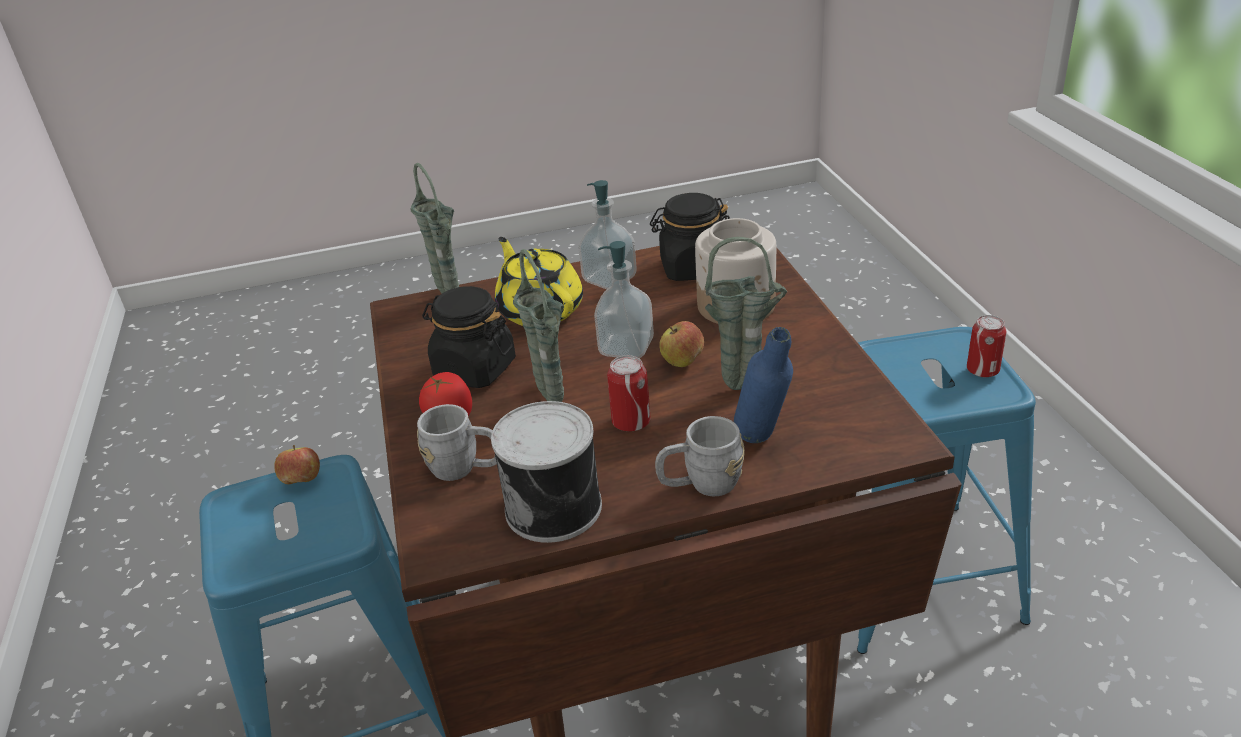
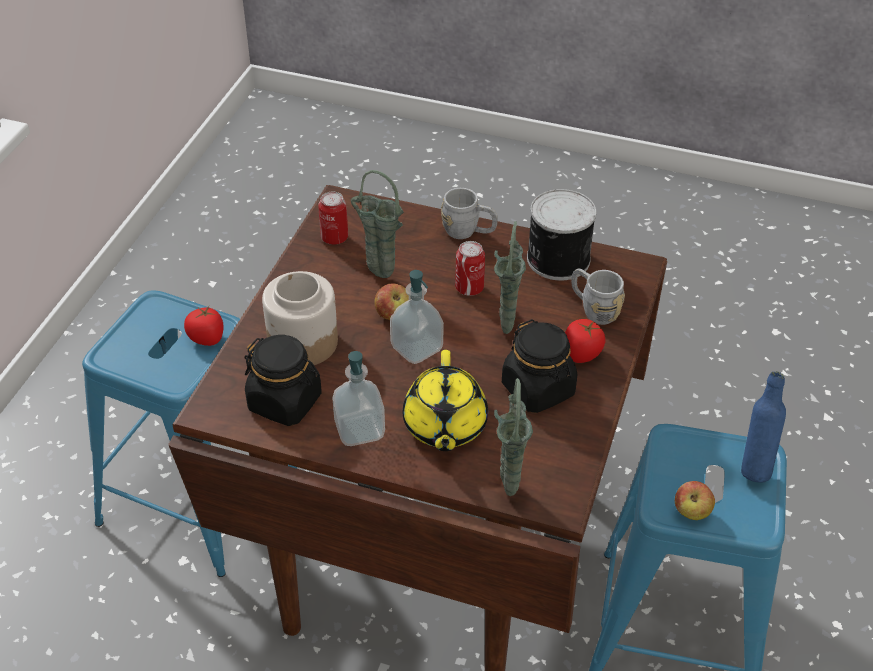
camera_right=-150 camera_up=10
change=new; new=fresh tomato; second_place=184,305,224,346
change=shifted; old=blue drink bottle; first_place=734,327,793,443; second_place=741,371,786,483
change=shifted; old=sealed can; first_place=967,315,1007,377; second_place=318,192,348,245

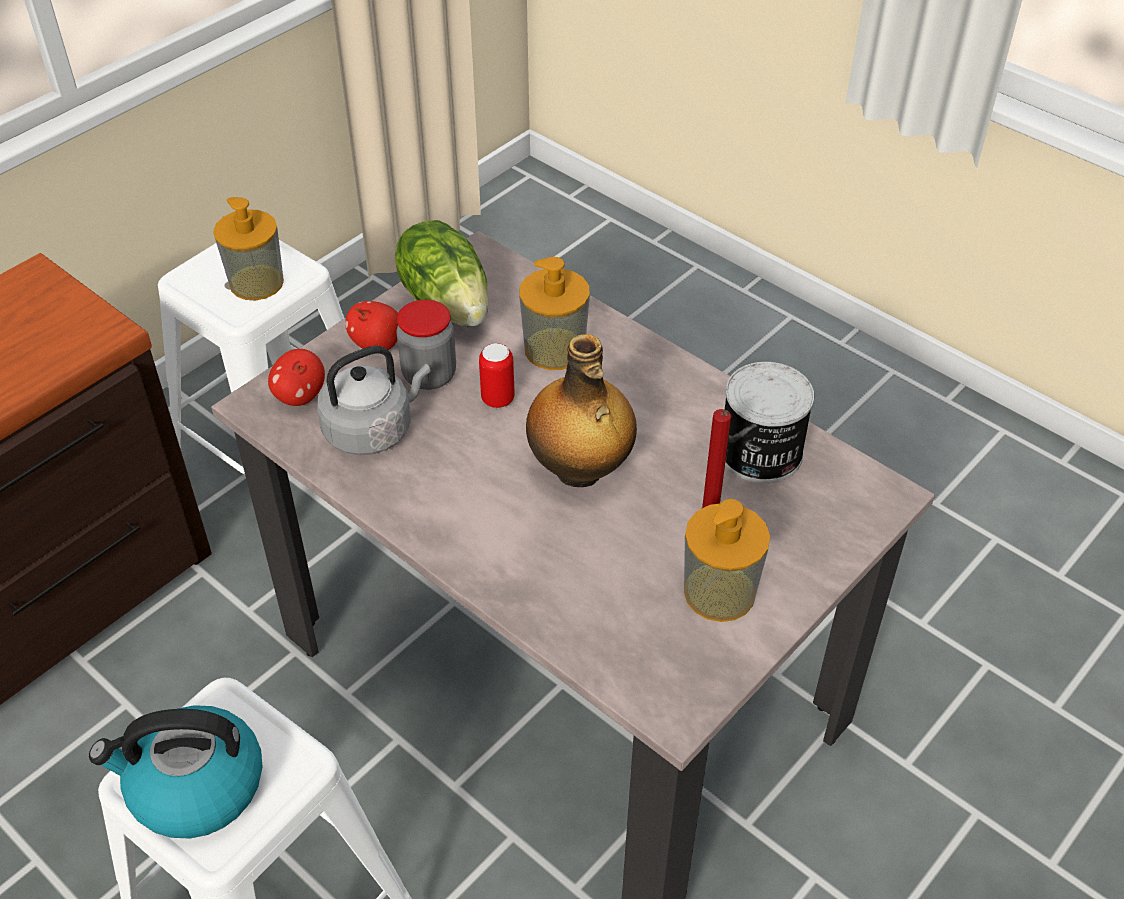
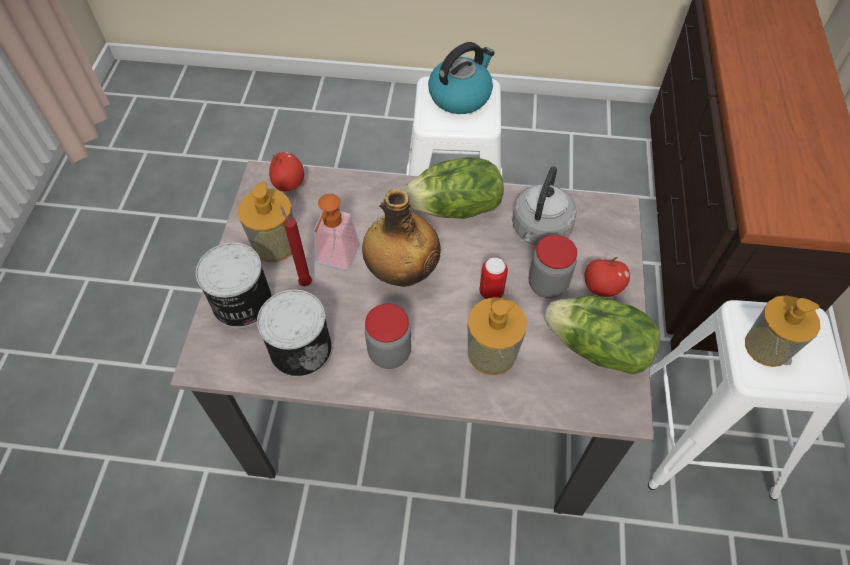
camera_right=145 camera_up=10
change=new; new=sealed can; second_place=196,242,272,329
change=new; new=liquid soap bottle; second_place=314,194,360,270
change=new; new=storage jar; second_place=365,304,411,369
change=new; new=head of lettuce; second_place=403,157,504,219
change=shifted; old=apple; first_place=268,349,325,406; second_place=269,152,304,191

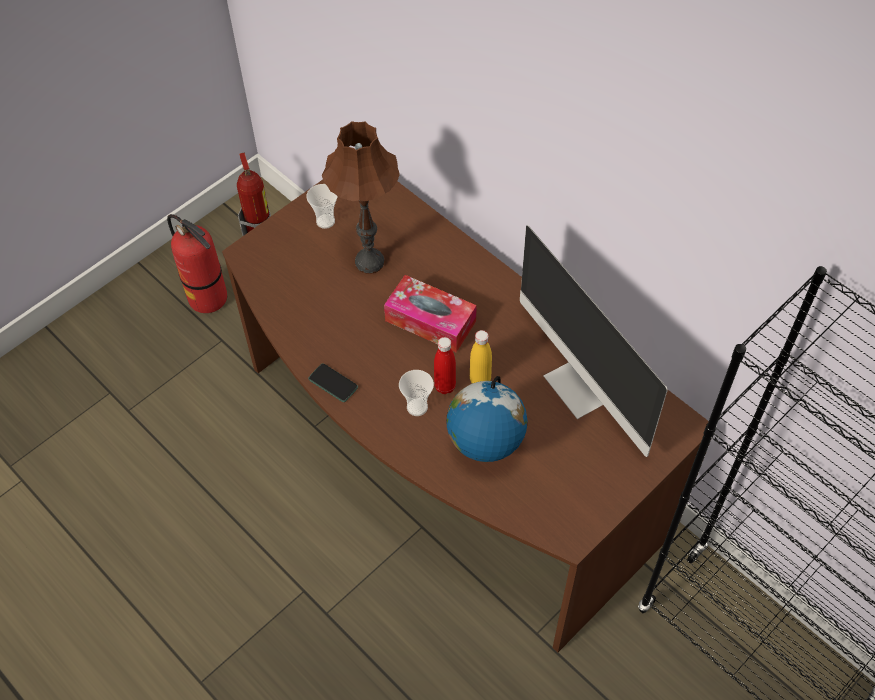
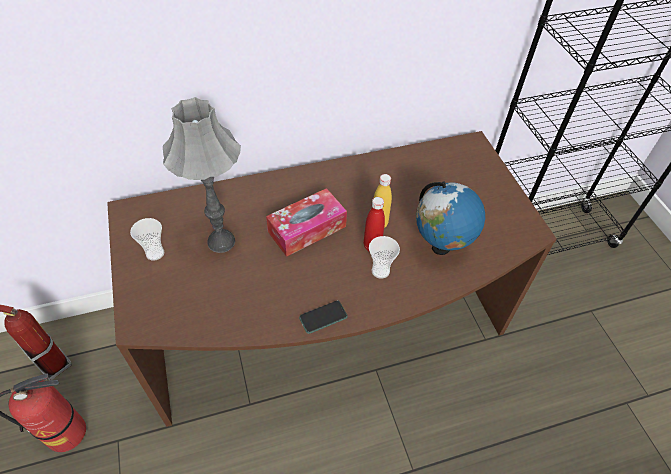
camera_right=-65 camera_up=-5
change=gone; old=computer display; first_place=520,225,668,457
change=repainted; old=brown-coloured table lamp; new=gray table lamp; first_place=322,121,400,274; second_place=163,97,241,253

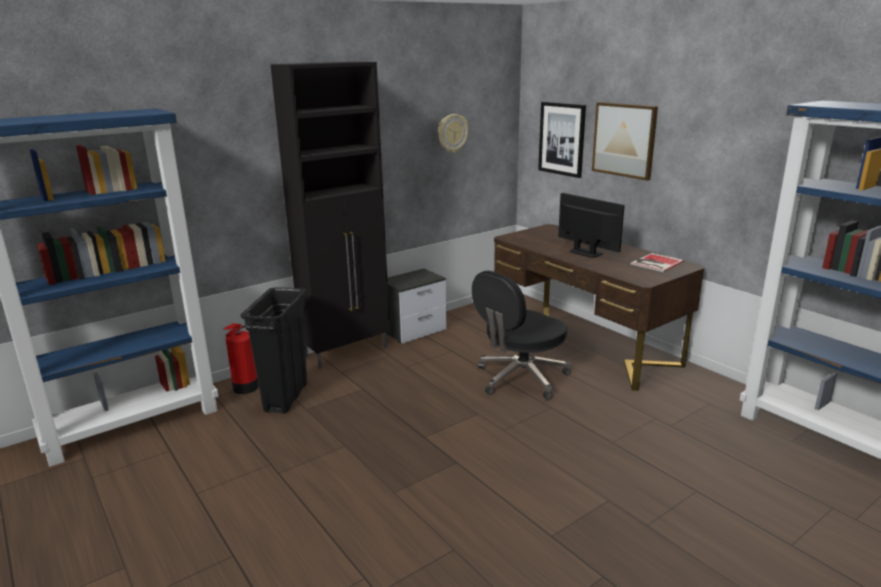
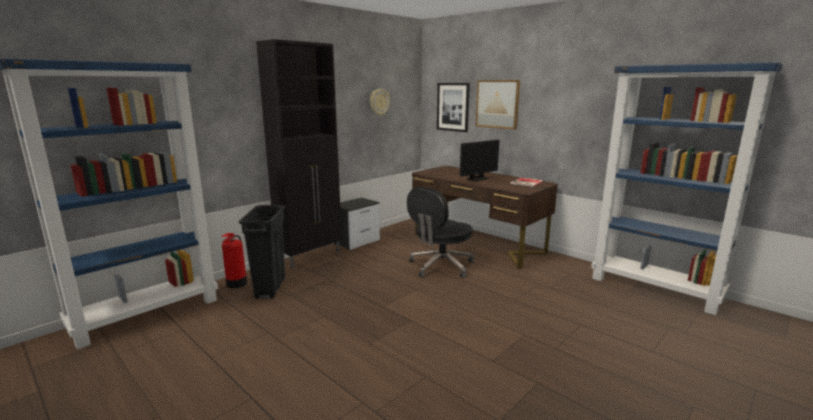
camera_right=-10 camera_up=-5
change=rotated; old=computer display; first_place=558,193,625,258; second_place=460,140,499,181; degrees=105

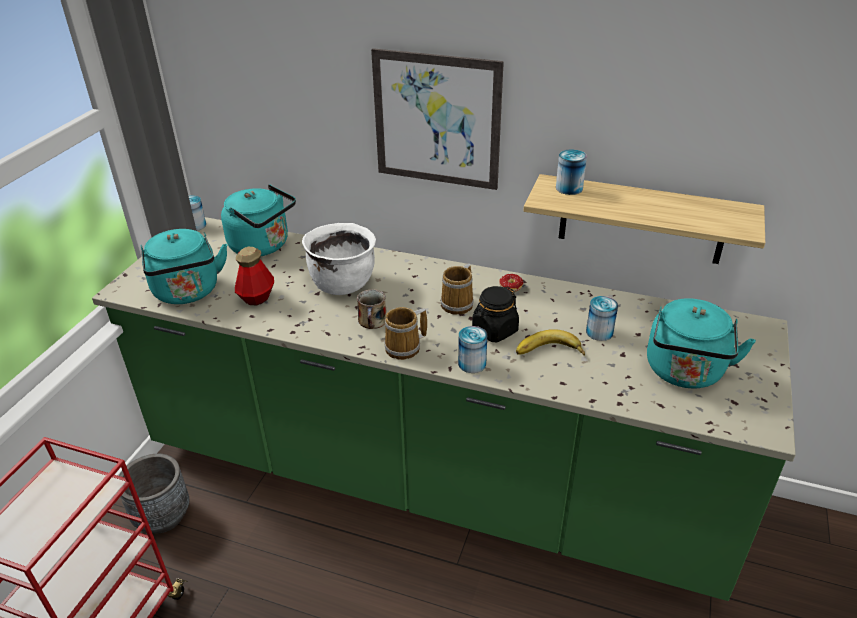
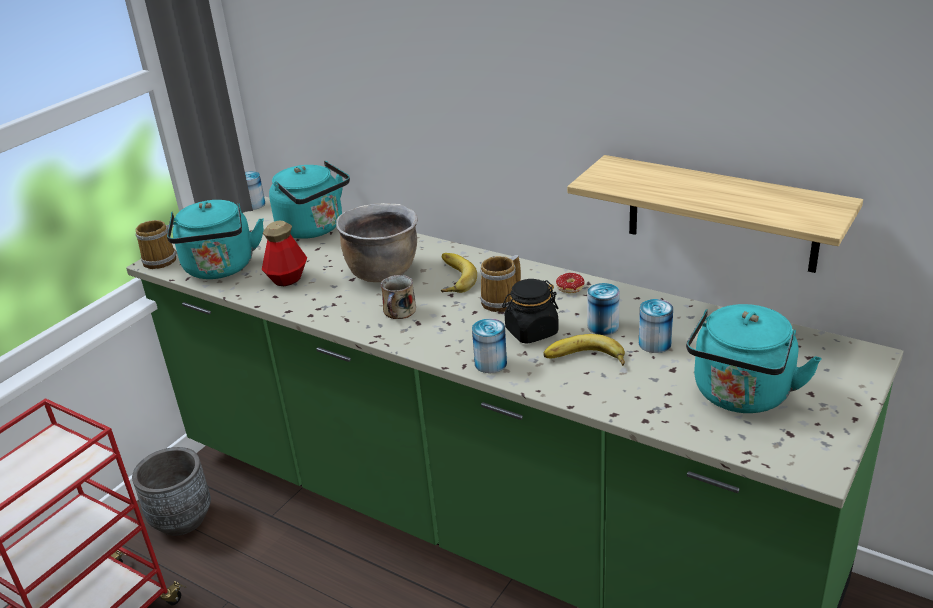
camera_right=15 camera_up=-5
change=gone; old=wall art; first_place=371,48,504,190
change=new; new=whole banana; second_place=441,253,477,293
change=shifted; old=mug; first_place=384,307,427,360; second_place=136,220,177,269
change=shifted; old=sealed can; first_place=556,150,587,195; second_place=588,283,620,335
change=repainted; old=whitish saucepot; new=brown-coloured saucepot; first_place=302,223,376,295; second_place=336,203,418,282

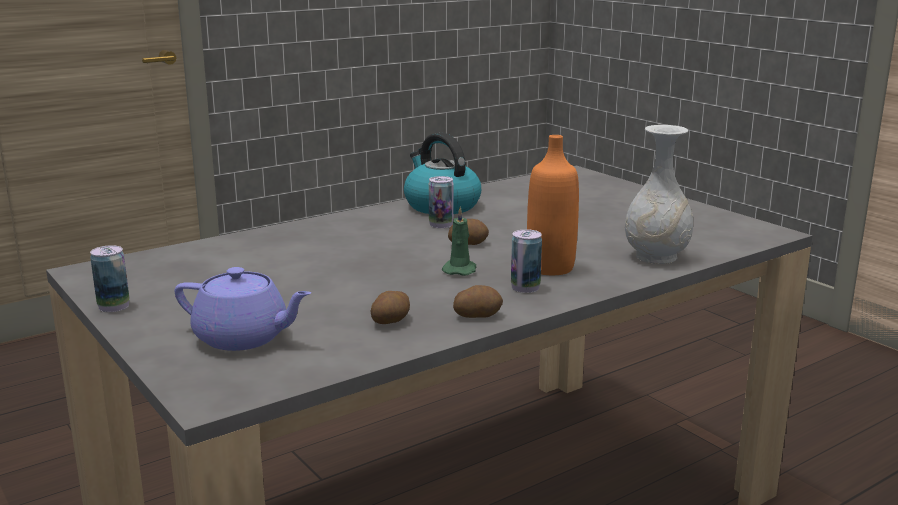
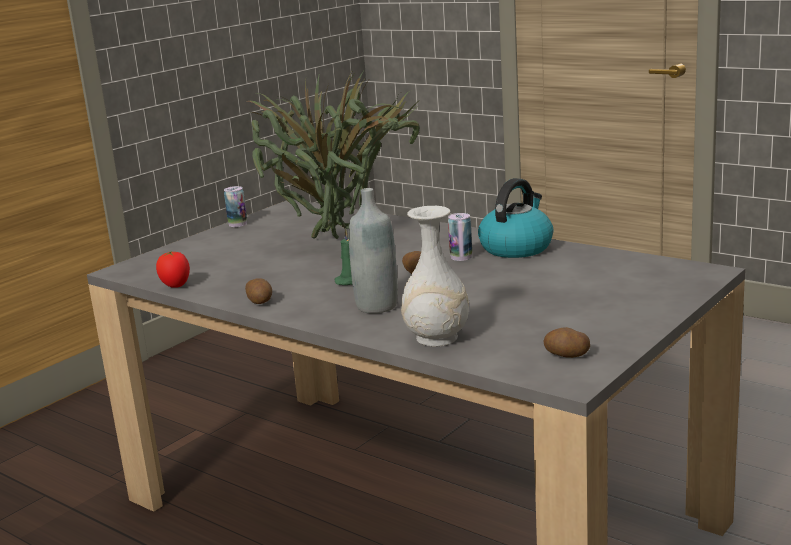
camera_right=75 camera_up=0
change=gone; old=purple pot for tea; first_place=174,267,311,351
change=gone; old=sealed can; first_place=511,229,542,293
change=new; new=fresh tomato; second_place=156,251,190,288
change=new; new=houseplant; second_place=246,68,420,239
change=shifted; old=whole potato; first_place=371,291,410,324; second_place=543,327,590,358
change=repainted; old=orangey drink bottle; new=gray drink bottle; first_place=527,135,579,275; second_place=349,188,398,314

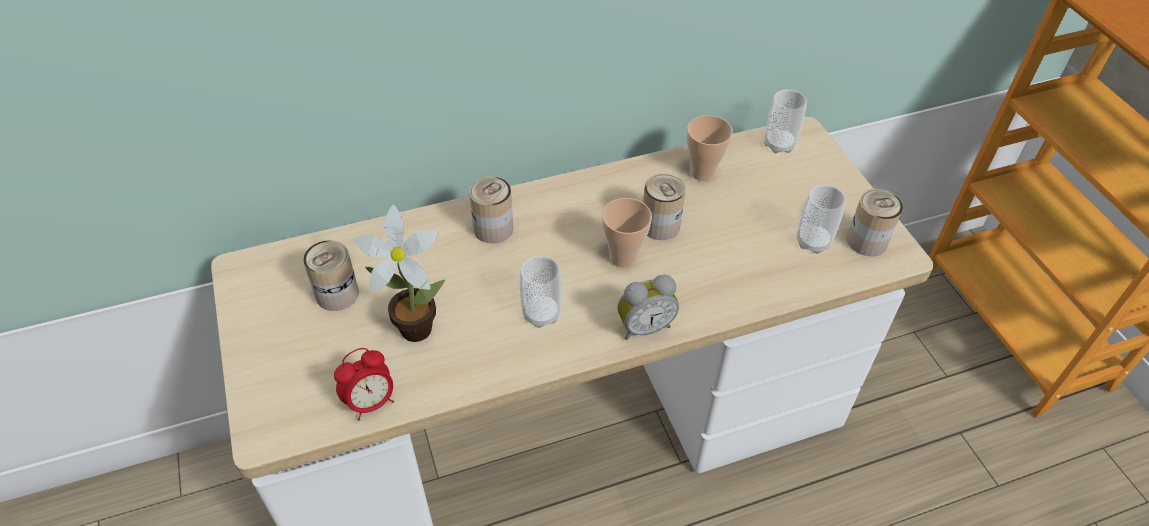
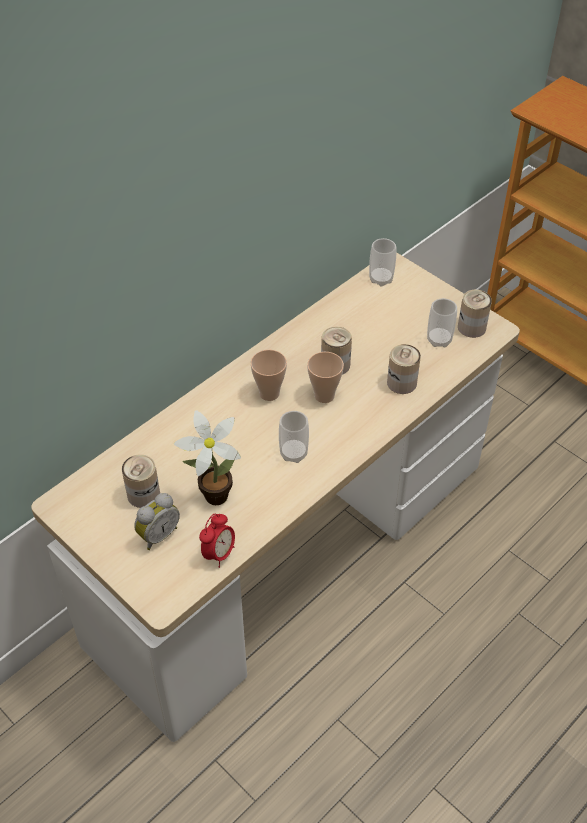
camera_right=-25 camera_up=0
change=shifted; old=sealed can; first_place=469,176,513,244; second_place=387,344,421,394
change=shifted; old=alarm clock; first_place=617,275,679,340; second_place=134,493,180,550
change=shifted; old=drinking cup; first_place=687,115,733,181; second_place=250,349,287,401

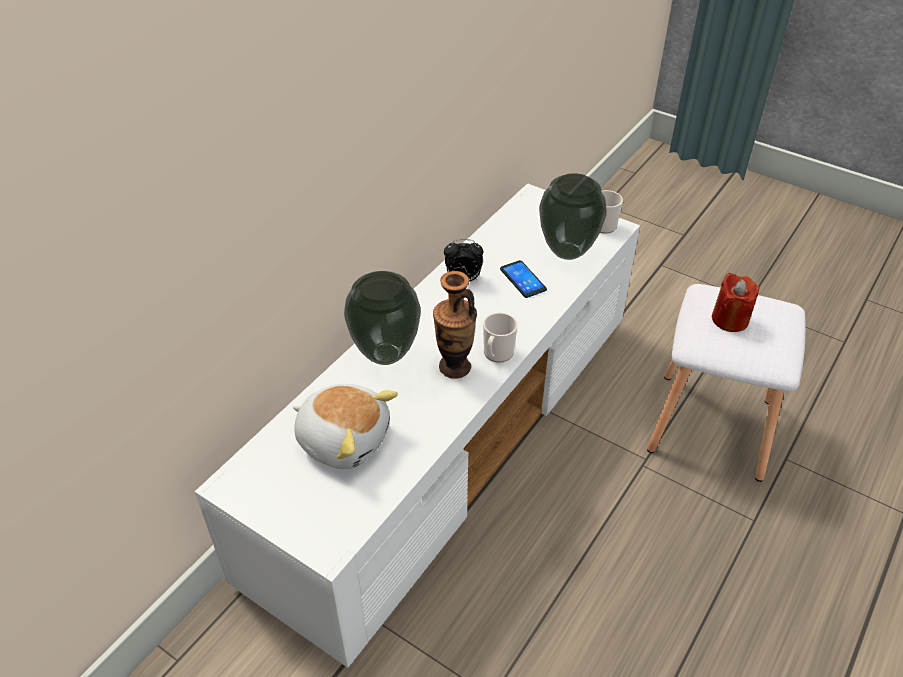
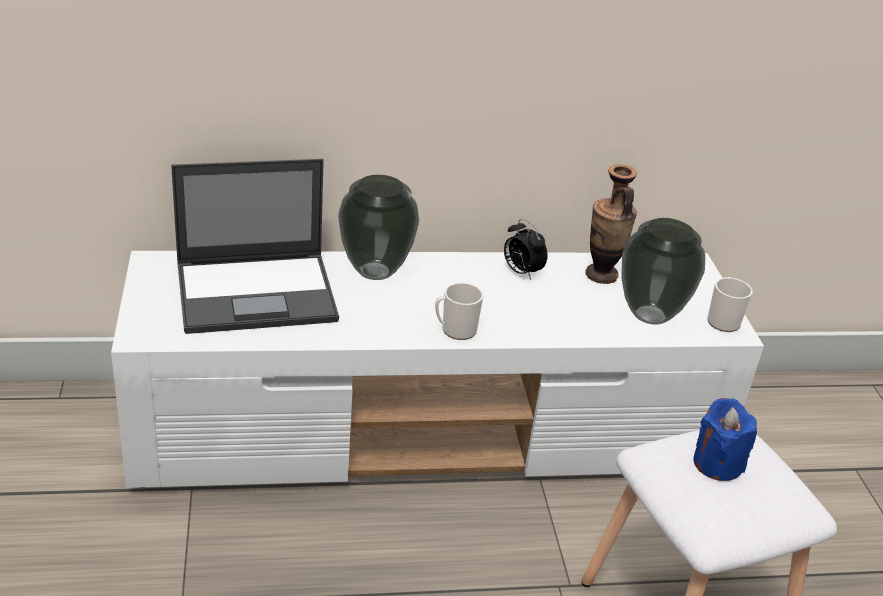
camera_right=45 camera_up=-10
change=gone; old=handset; first_place=500,260,547,298
change=shifted; old=vase; first_place=433,271,477,379; second_place=585,165,637,284
change=swapped; old=soft toy; new=notebook computer; first_place=293,384,398,469; second_place=171,159,339,334
change=repainted; old=red wax light; new=blue wax light; first_place=712,273,759,332; second_place=693,398,757,481

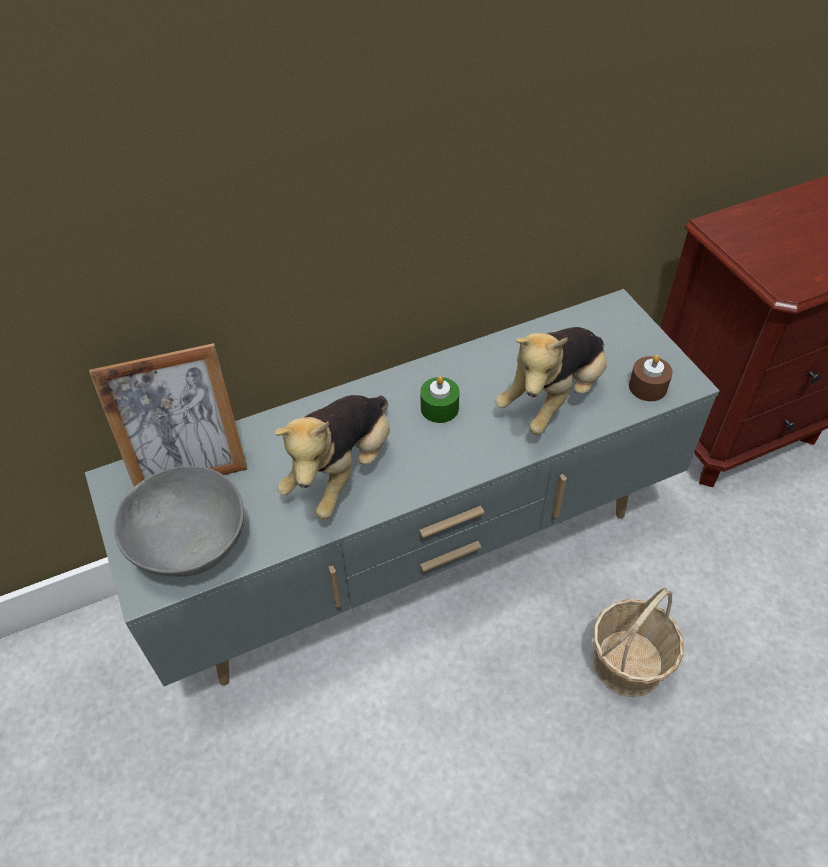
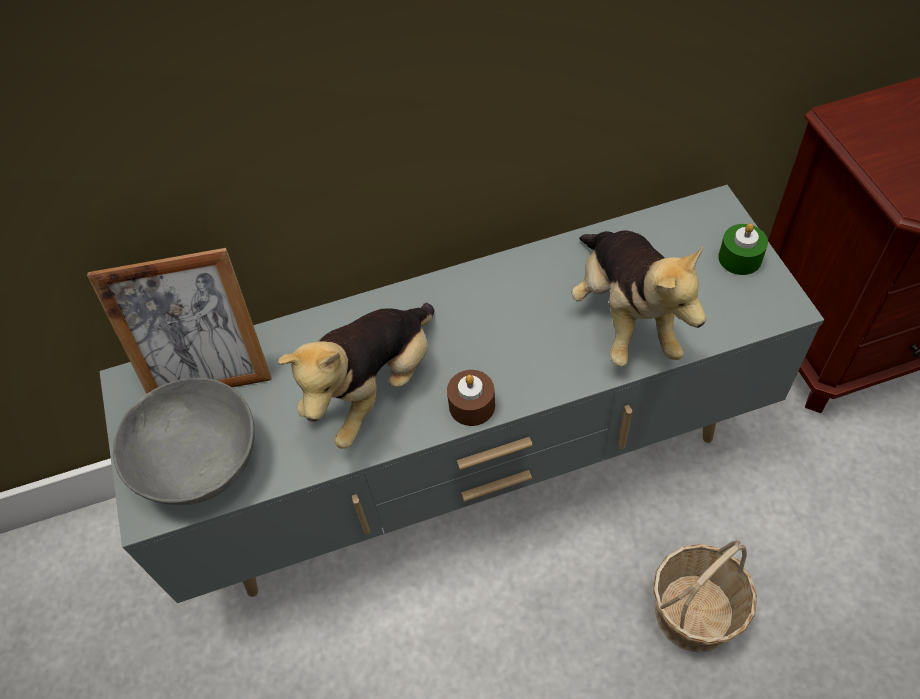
camera_right=10 camera_up=5
change=shifted; old=green wax light; first_place=420,376,460,423; second_place=718,223,768,275
change=shifted; old=brown-coloured wax light; first_place=629,355,673,401; second_place=447,370,495,426
change=rotated; old=soft toy; first_place=495,327,607,435; second_place=571,230,706,367; degrees=-60

